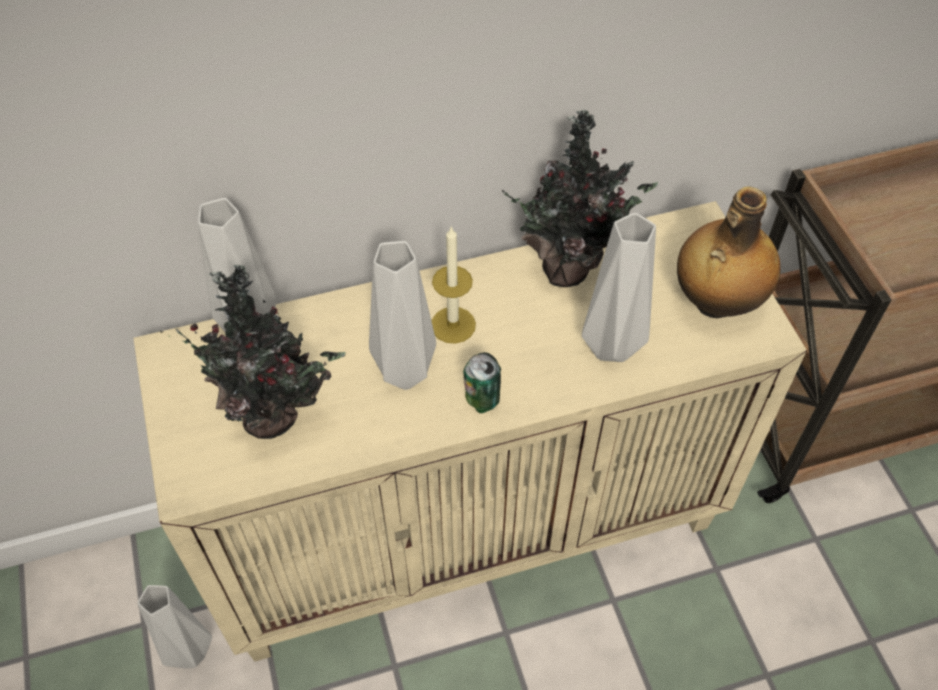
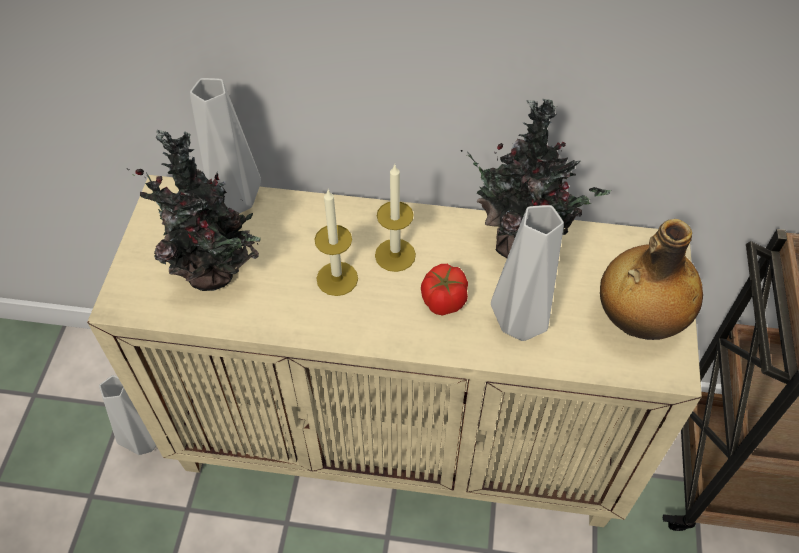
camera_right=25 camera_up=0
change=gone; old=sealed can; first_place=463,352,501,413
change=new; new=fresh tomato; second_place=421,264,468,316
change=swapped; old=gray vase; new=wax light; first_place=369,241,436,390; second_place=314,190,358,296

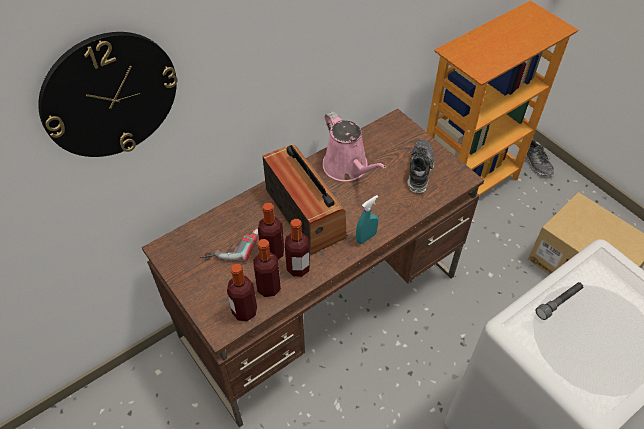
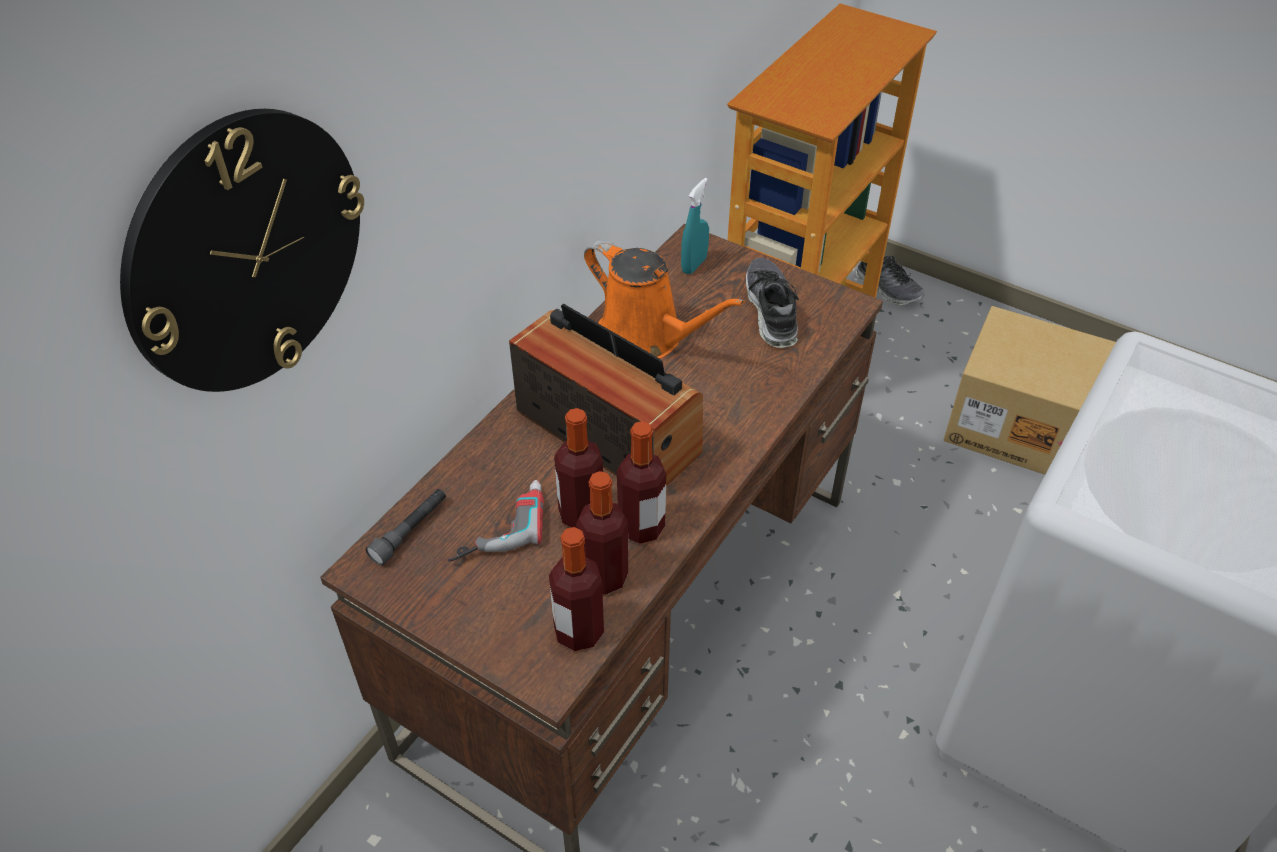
camera_right=-20 camera_up=-5
change=shifted; old=turquoise-coloured spray bottle; first_place=356,195,378,244; second_place=681,178,709,274
change=shifted; old=gray torch; first_place=535,282,583,320; second_place=366,489,446,565
change=repainted; old=pink sprinkling can; new=orangey sprinkling can; first_place=323,112,386,182; second_place=584,239,745,359

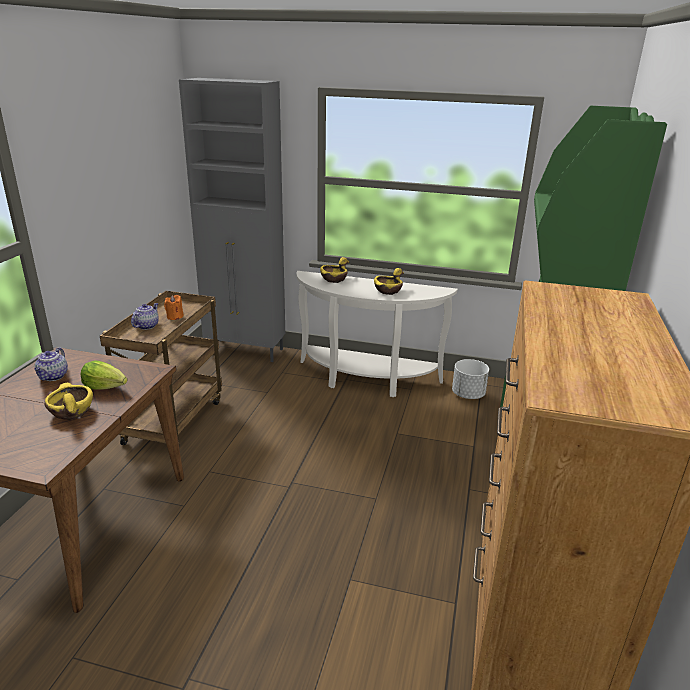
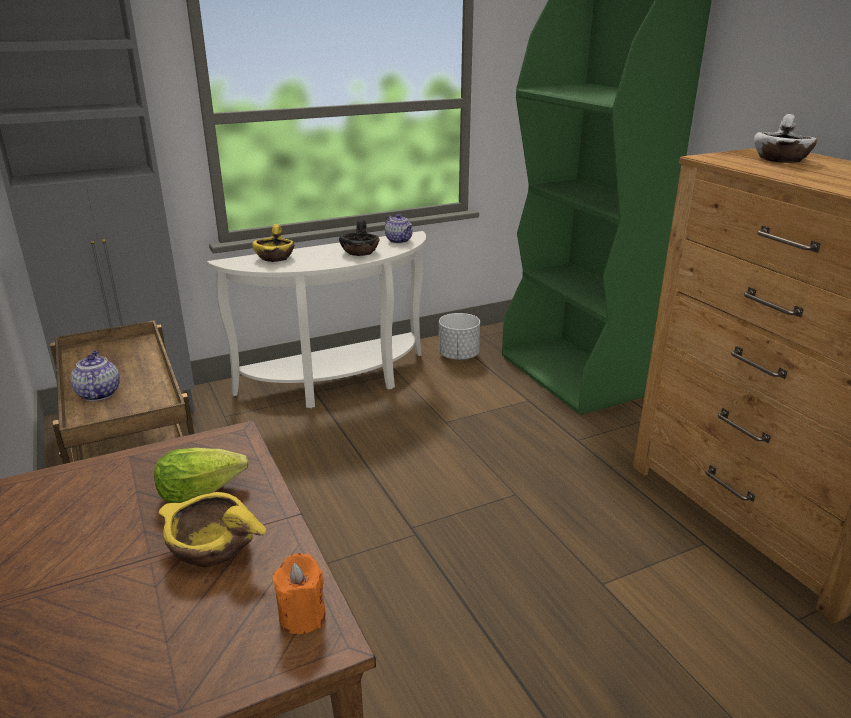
camera_right=-40 camera_up=0
change=new; new=whitish deep dish; second_place=754,114,817,163
change=shifted; old=pot for tea; first_place=34,347,68,381; second_place=385,214,413,243
change=shifted; old=orangey wax light; first_place=164,295,184,320; second_place=272,553,326,634
change=repainted; old=yellow-coloured deep dish; new=black deep dish; first_place=374,268,404,295; second_place=339,219,379,256

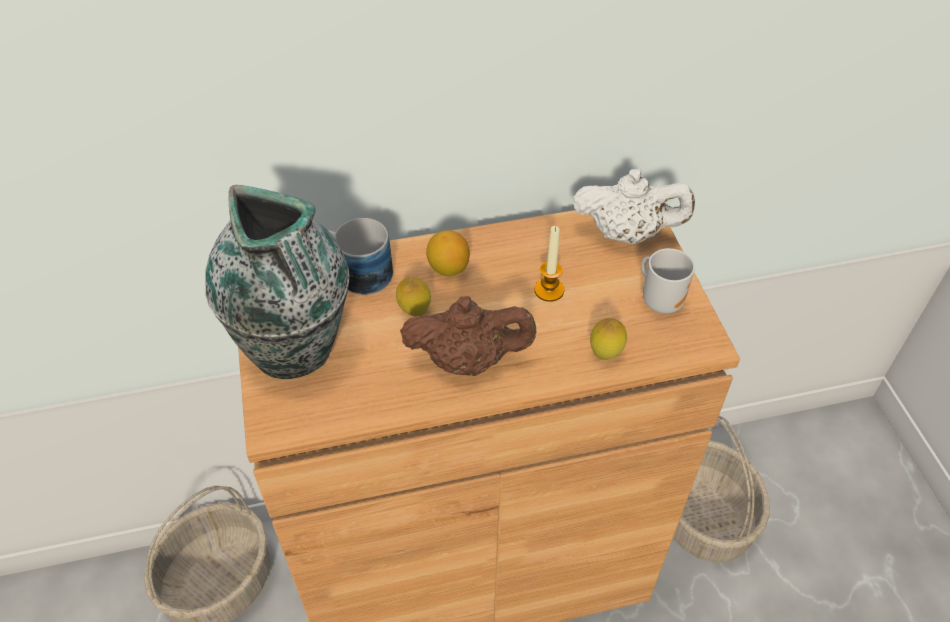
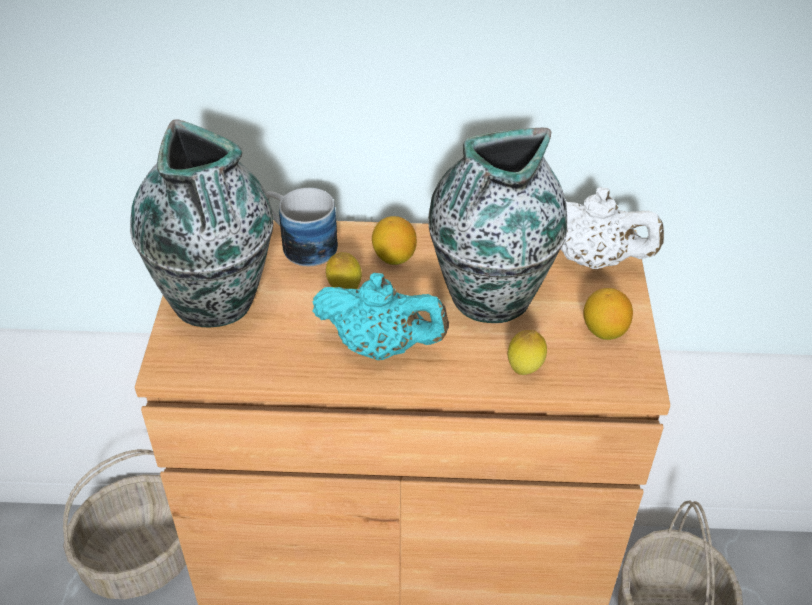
camera_right=15 camera_up=-5
change=swapped; old=wax light; new=vase; first_place=534,226,564,302; second_place=428,128,568,323
change=swapped; old=mug; new=lemon; first_place=641,248,695,314; second_place=583,288,633,340
change=repainted; old=brown-coloured pot for tea; new=turquoise-coloured pot for tea; first_place=400,296,536,376; second_place=312,273,449,360

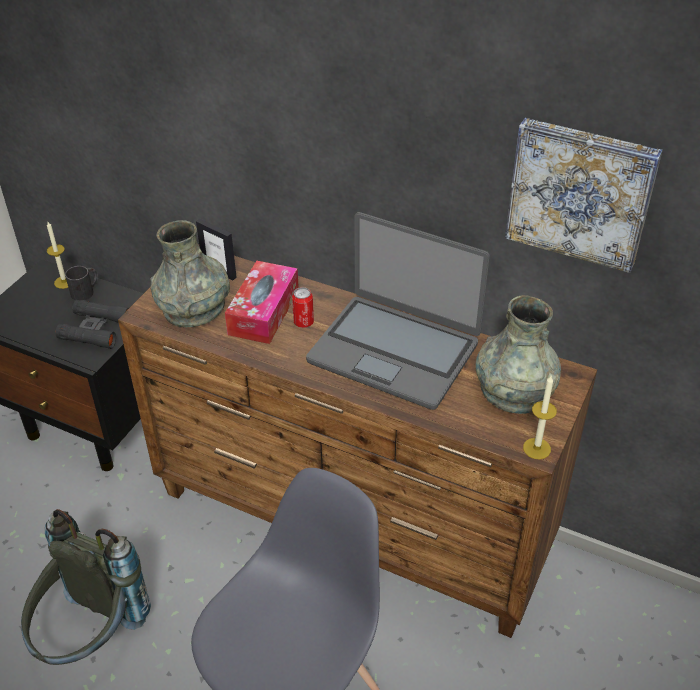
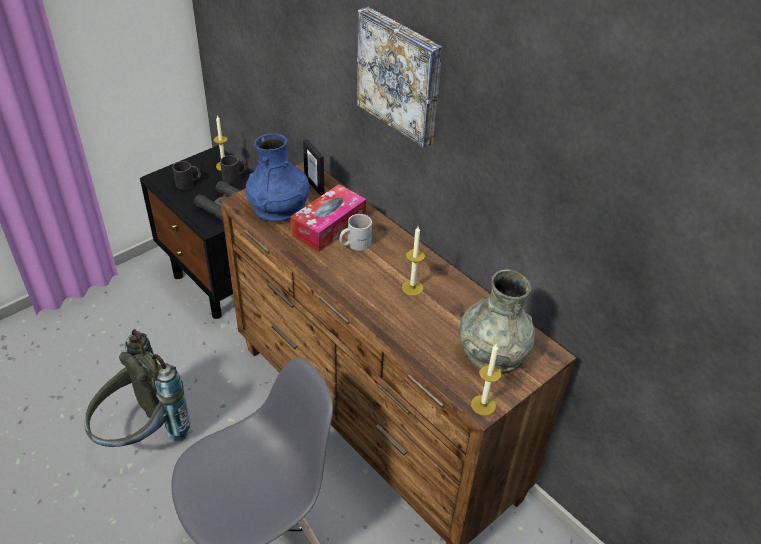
camera_right=20 camera_up=0
change=new; new=black mug; second_place=172,161,201,190
change=shifted; old=wall art; first_place=505,118,662,273; second_place=357,7,443,148
change=swapped; old=sealed can; new=whitish mug; first_place=292,287,314,328; second_place=339,214,372,250
change=swapped; old=notebook computer; new=wax light; first_place=306,212,490,410; second_place=402,227,425,296
change=repainted; old=gray vase; new=blue vase; first_place=150,220,230,327; second_place=246,133,310,222

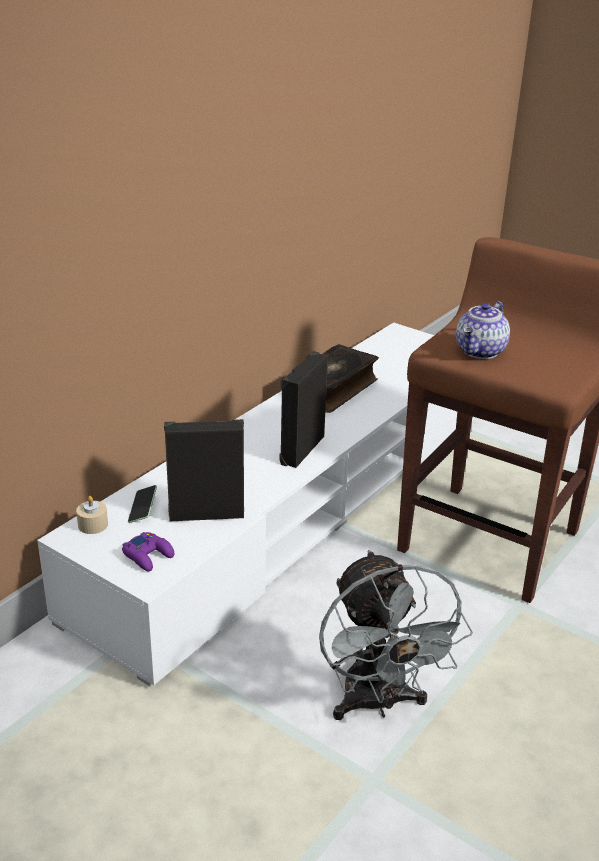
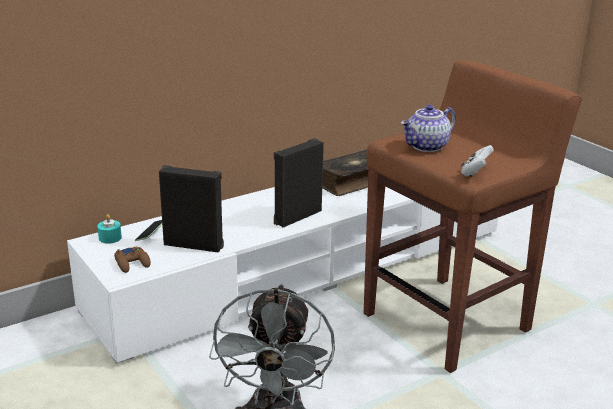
camera_right=20 camera_up=-5
change=new; new=whitish game controller; second_place=461,145,494,177
change=repainted; old=sand-coloured wax light; new=turquoise-coloured wax light; first_place=76,496,108,534; second_place=97,214,122,244
change=repainted; old=purple game controller; new=brown-coloured game controller; first_place=122,532,174,571; second_place=114,246,151,273

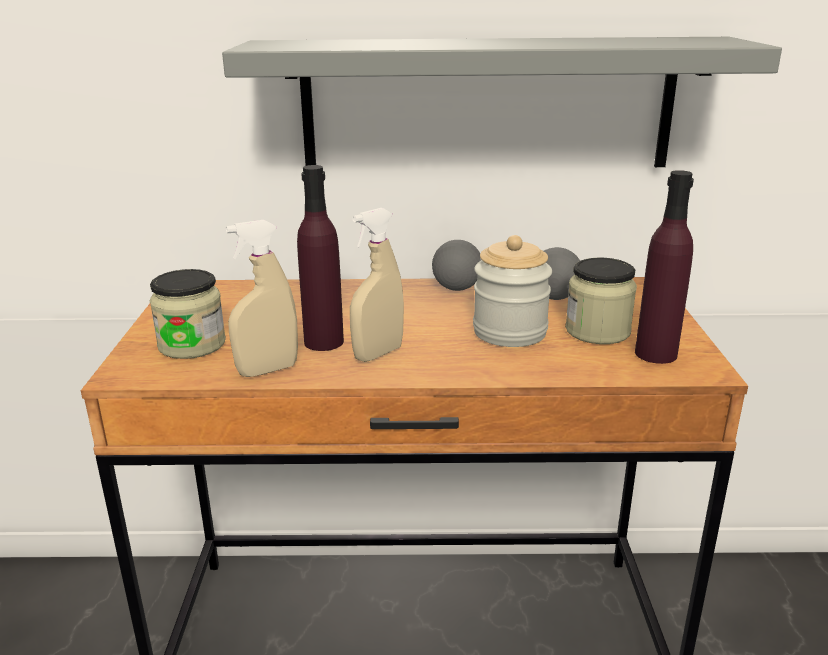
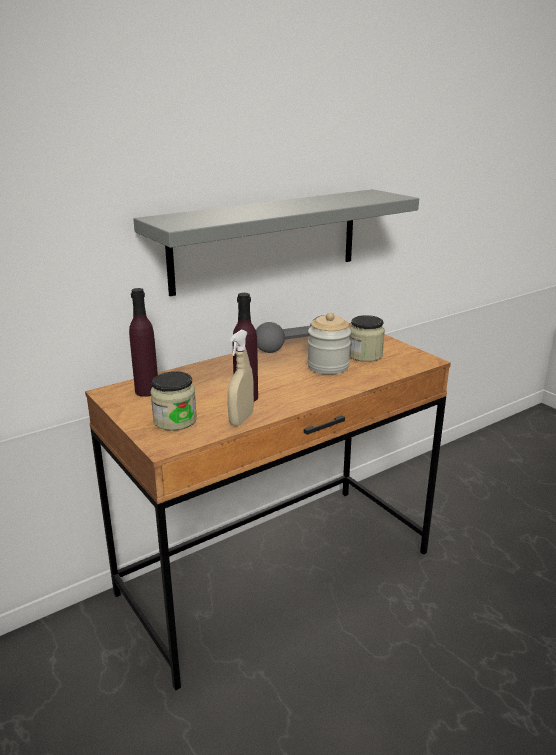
camera_right=-35 camera_up=0
change=gone; old=sand-coloured spray bottle; first_place=350,208,404,362
change=shifted; old=purple drink bottle; first_place=635,170,694,364; second_place=129,288,158,397

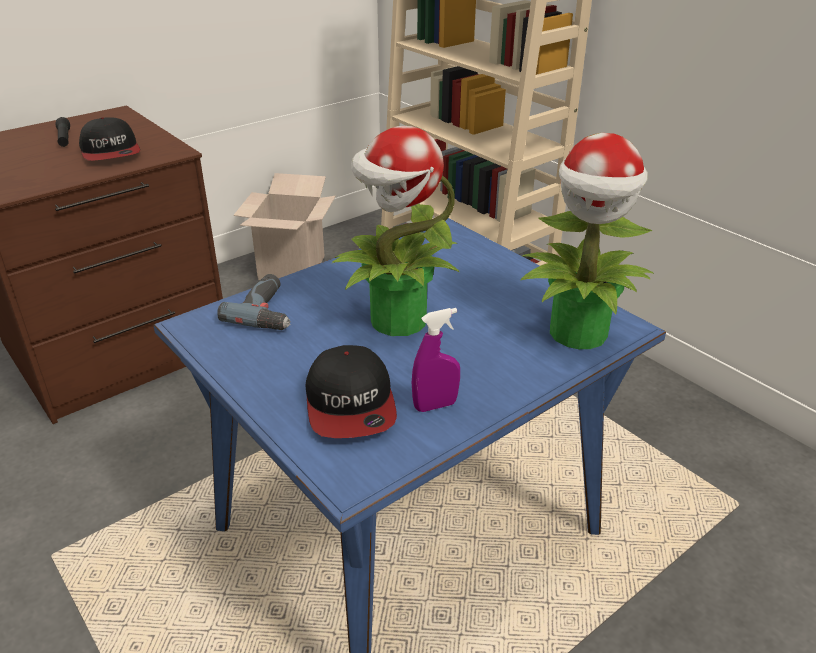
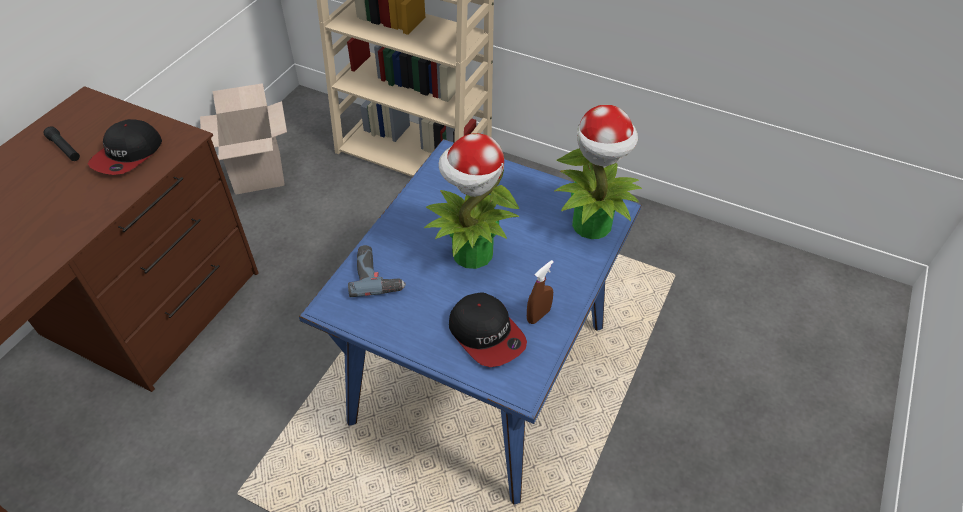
camera_right=-25 camera_up=15
change=repainted; old=purple spray bottle; new=brown-coloured spray bottle; first_place=412,308,460,412; second_place=527,260,554,324
change=rotated; old=peaked cap; first_place=79,117,140,161; second_place=88,119,162,175; degrees=75

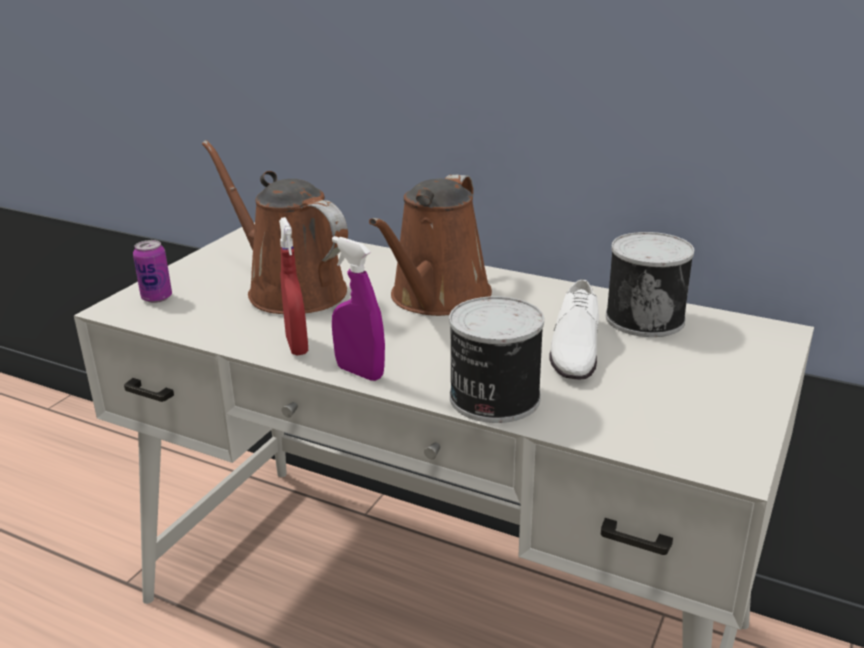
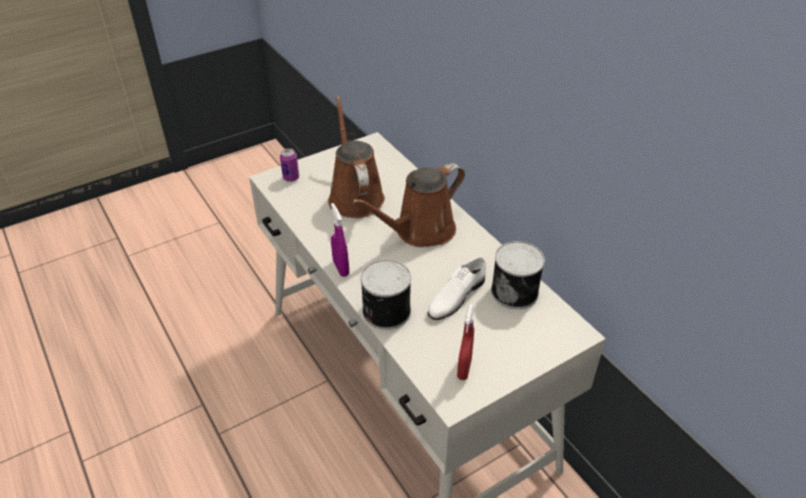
camera_right=30 camera_up=15
change=shifted; old=red spray bottle; first_place=279,217,308,356; second_place=457,304,474,380

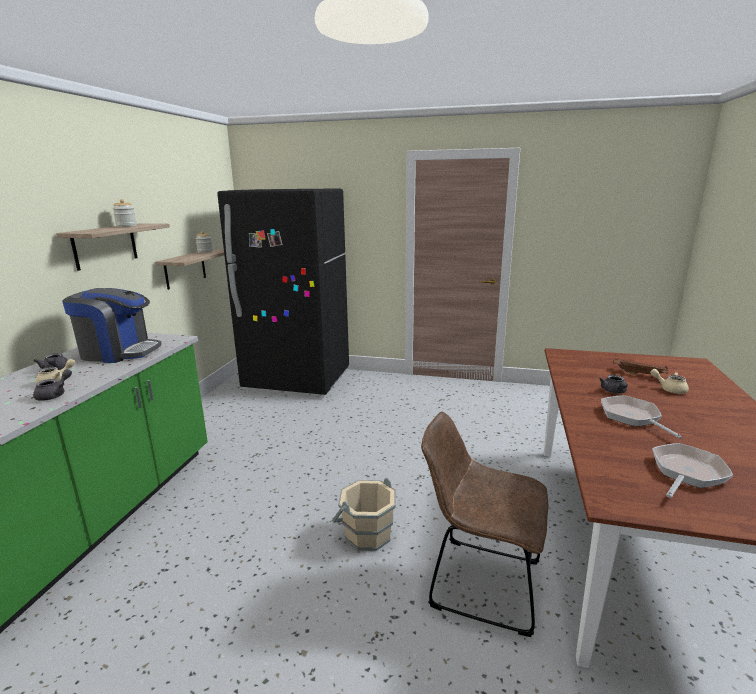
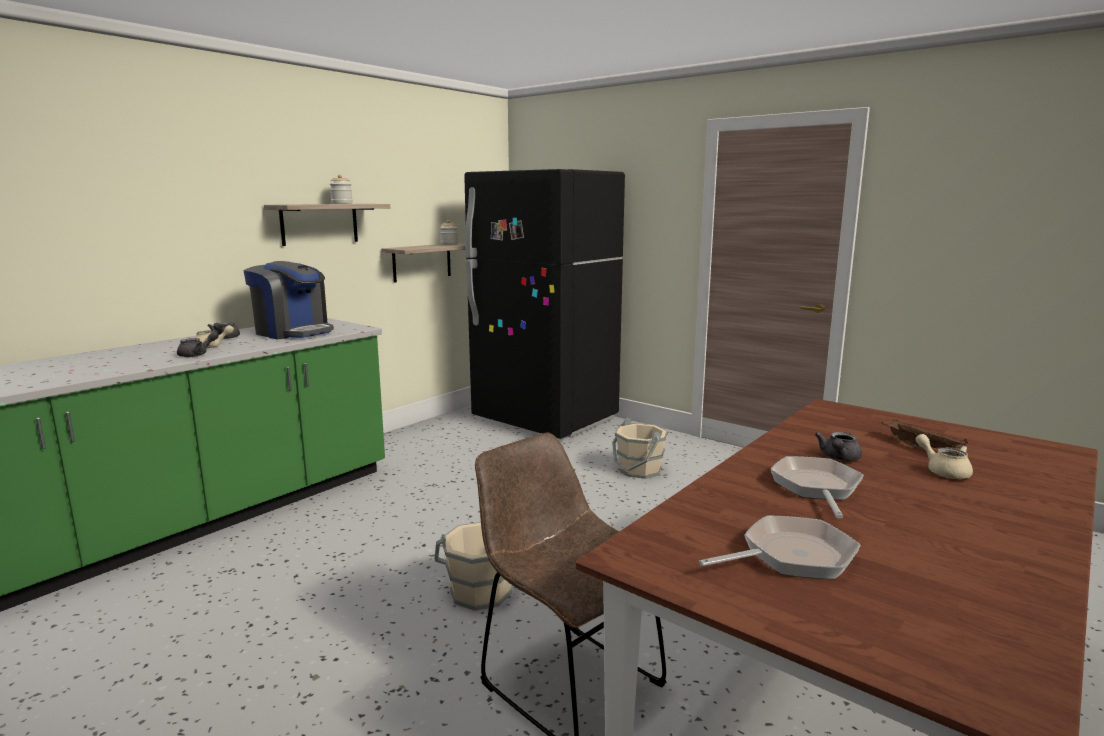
camera_right=25 camera_up=-5
change=new; new=sand-coloured water bucket; second_place=612,417,668,479

